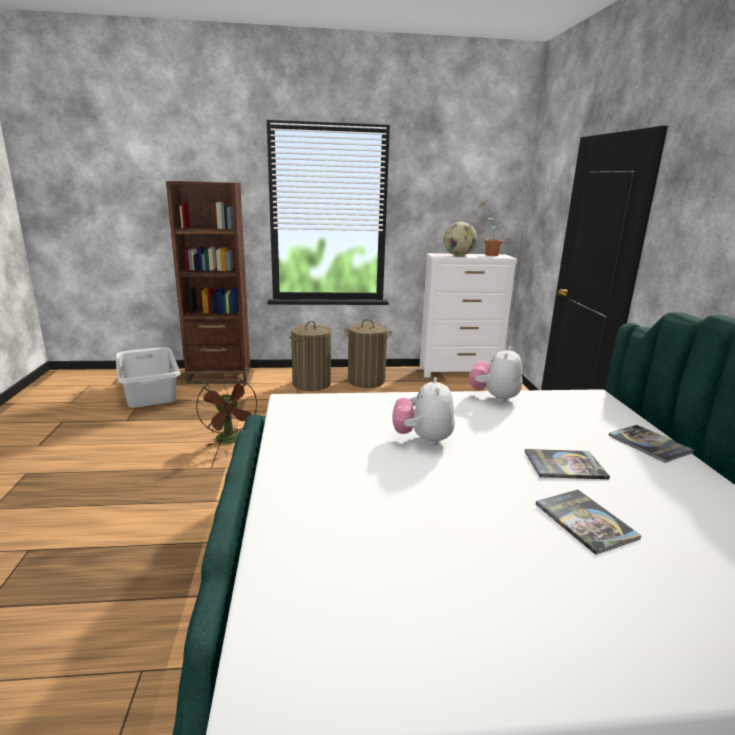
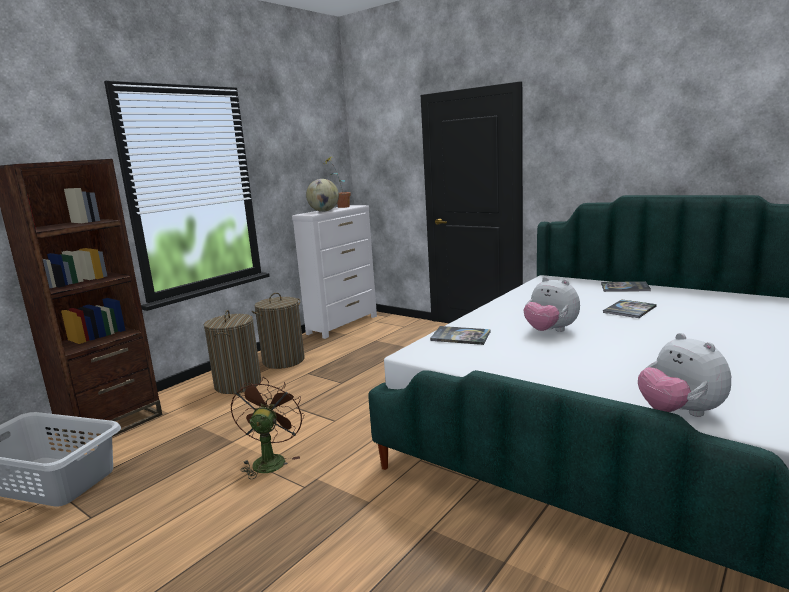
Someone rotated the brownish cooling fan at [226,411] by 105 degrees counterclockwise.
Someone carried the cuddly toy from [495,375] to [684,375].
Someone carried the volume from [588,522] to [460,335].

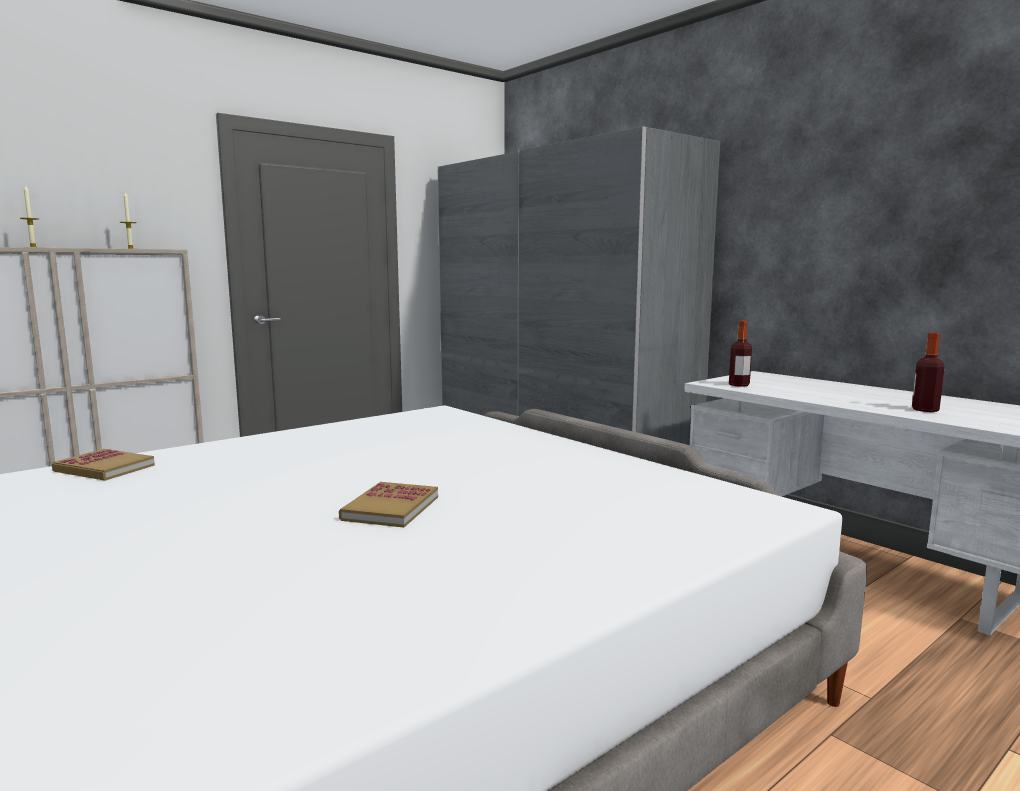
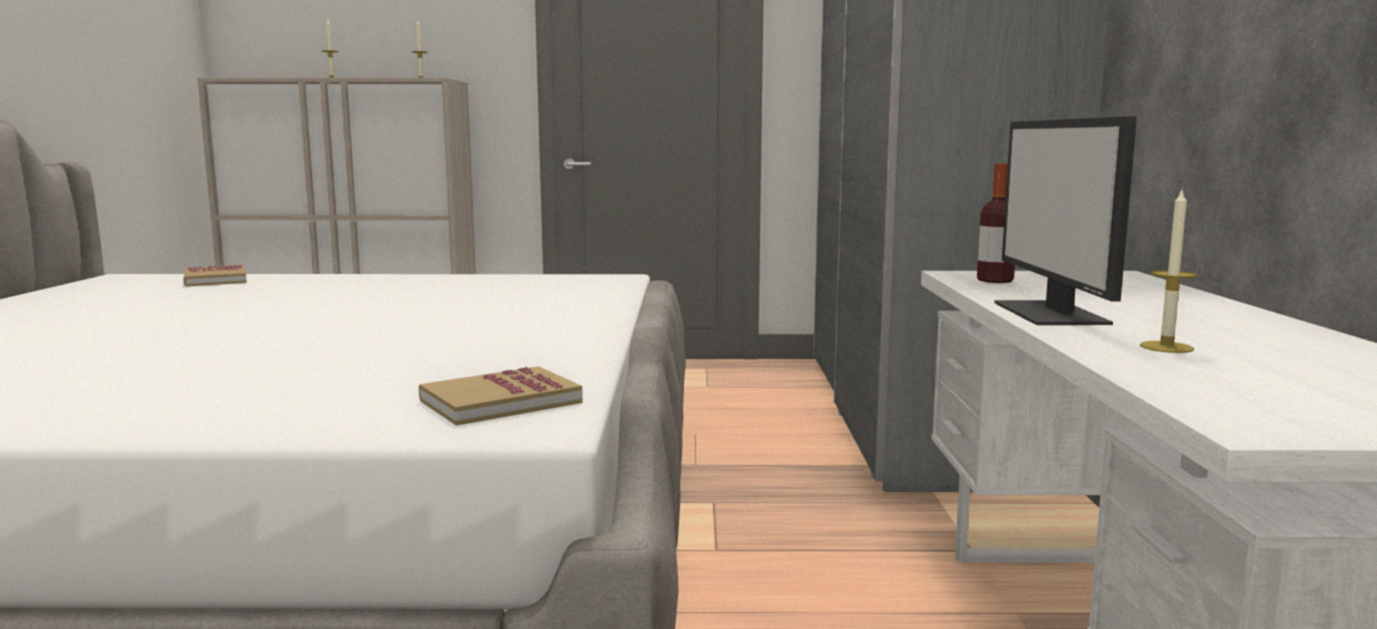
Someone carried the volume from [388,505] to [501,396].
Someone swapped the drink bottle at [928,372] for the wax candle at [1168,272].
Someone put down the computer display at [1066,220].

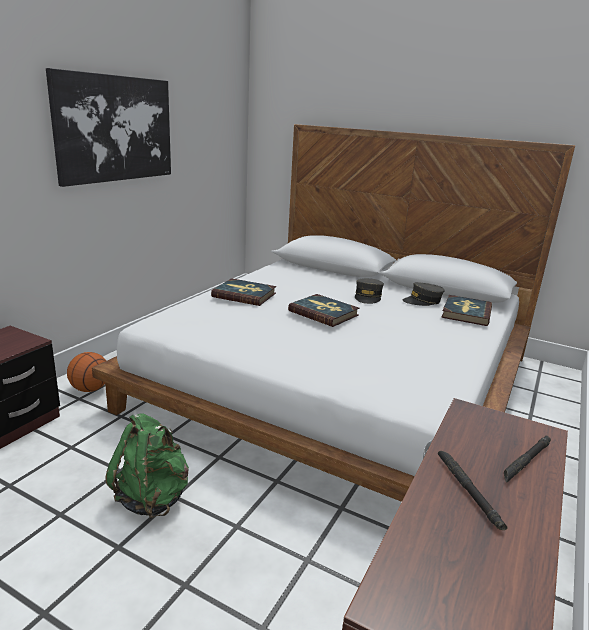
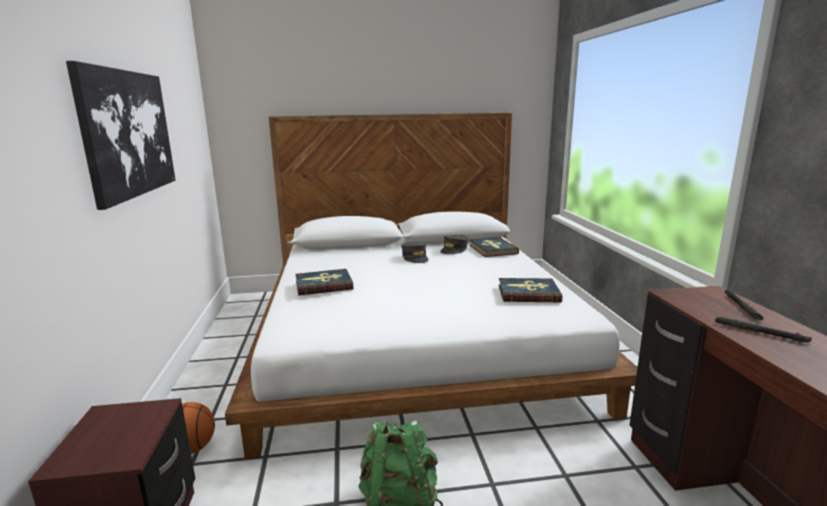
Someone carried the volume from [324,310] to [530,290].

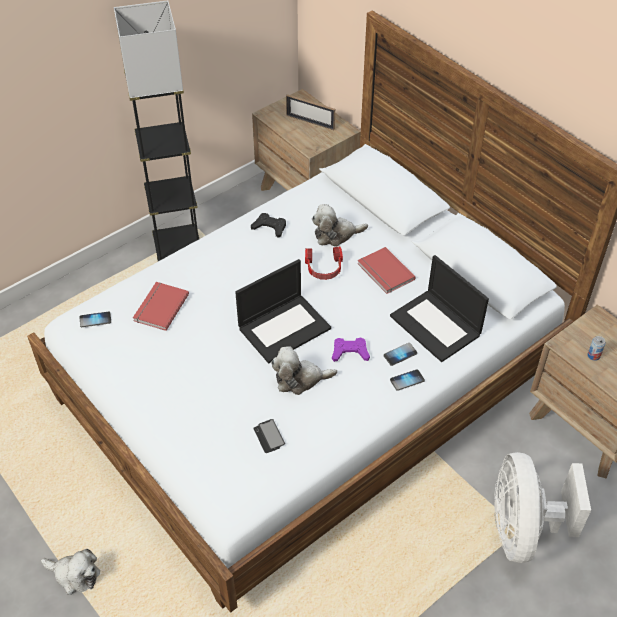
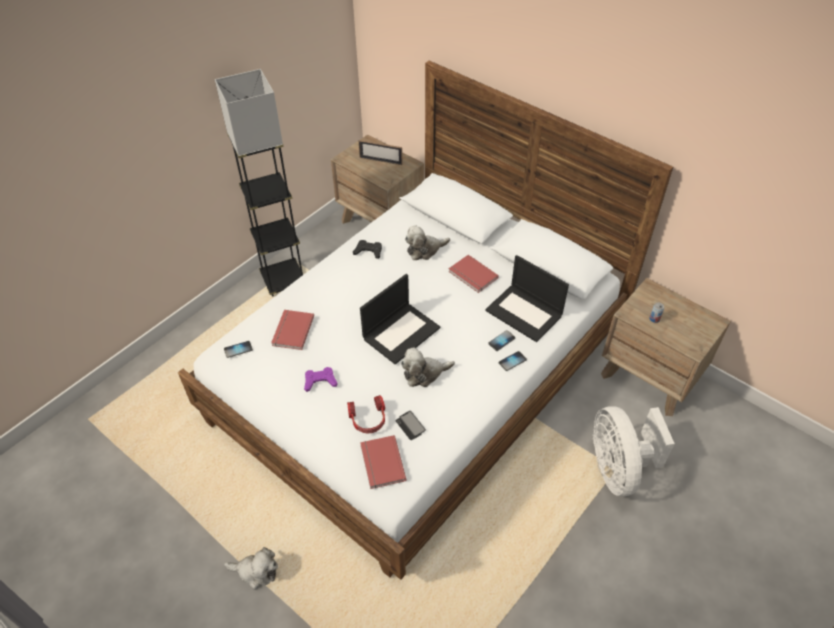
Someone carried the headset from [324,263] to [366,414].
Someone carried the purple-coloured joypad from [351,350] to [320,379].
Someone put down the reddish volume at [383,462].

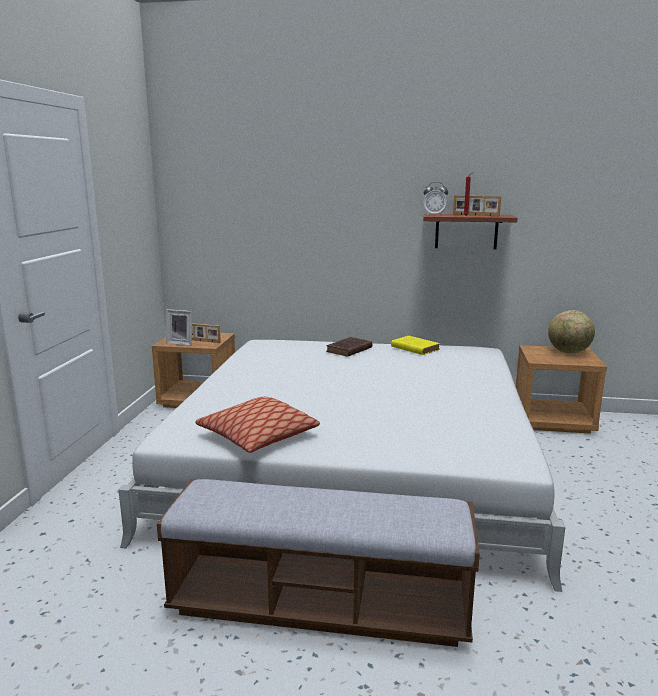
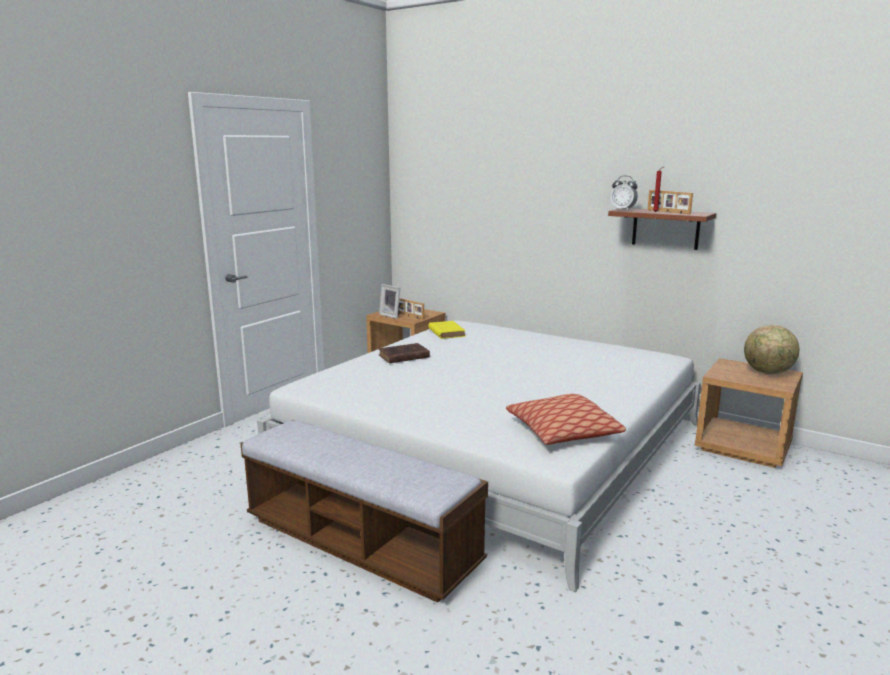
Someone carried the cushion from [257,425] to [566,419].
Someone carried the brownish volume from [349,347] to [404,353].
Someone carried the yellow-coloured volume from [415,345] to [447,330].

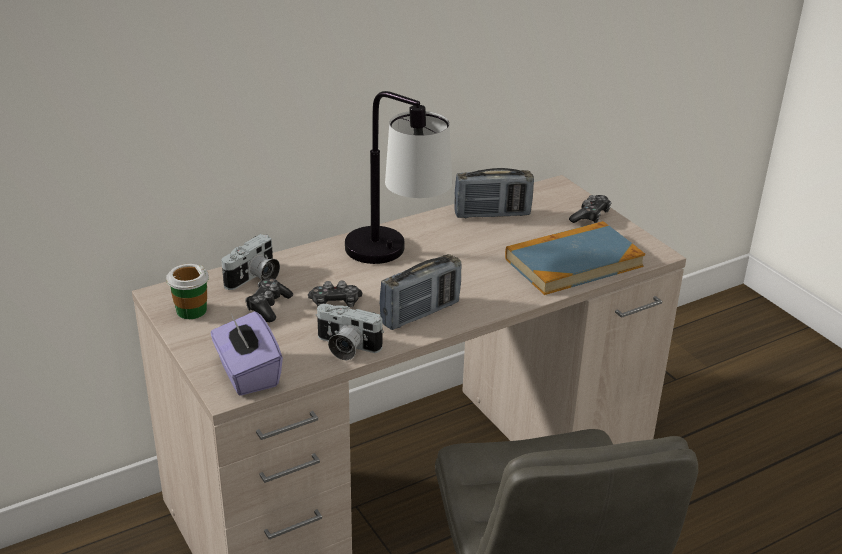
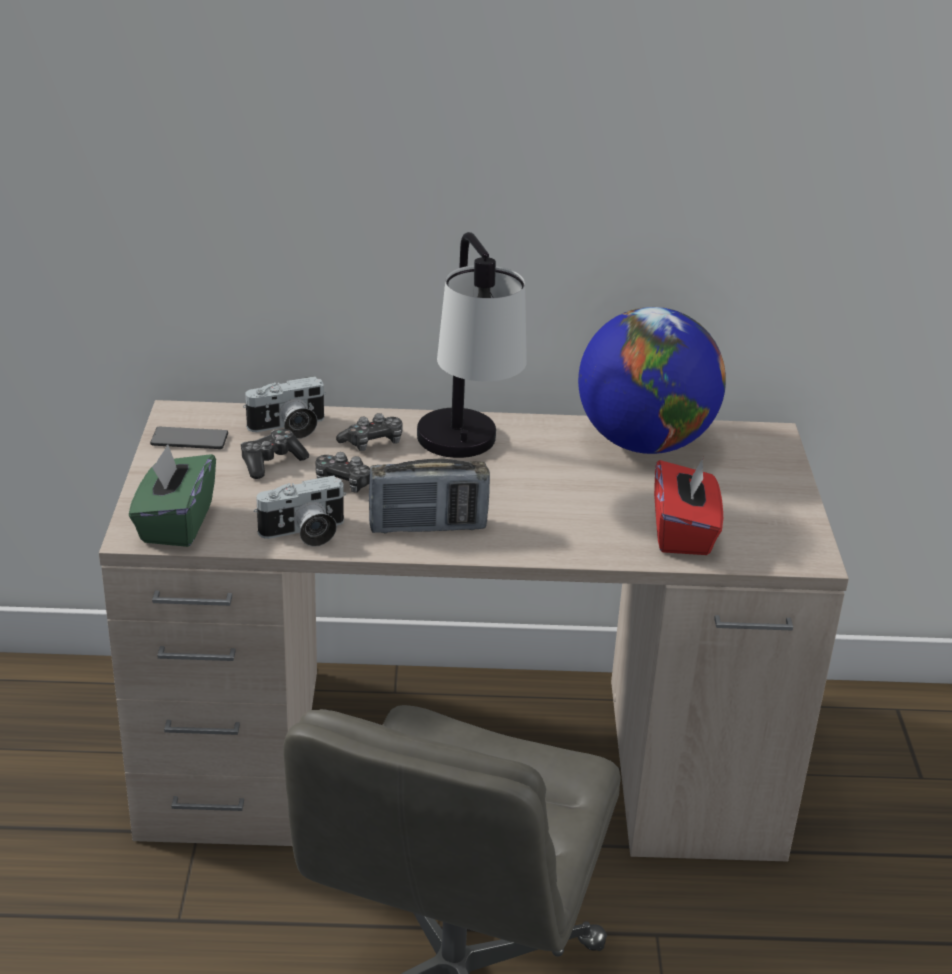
Someone swapped the small cup at [187,291] for the telephone at [189,438].
Someone repainted the purple-coloured tissue box at [247,353], which became the greenish tissue box at [172,495].
Someone rotated the still camera at [350,332] by 75 degrees counterclockwise.
Someone swapped the radio at [494,193] for the globe at [652,380].
Someone swapped the volume at [575,258] for the reddish tissue box at [688,506].
Someone carried the joypad from [590,209] to [369,432].

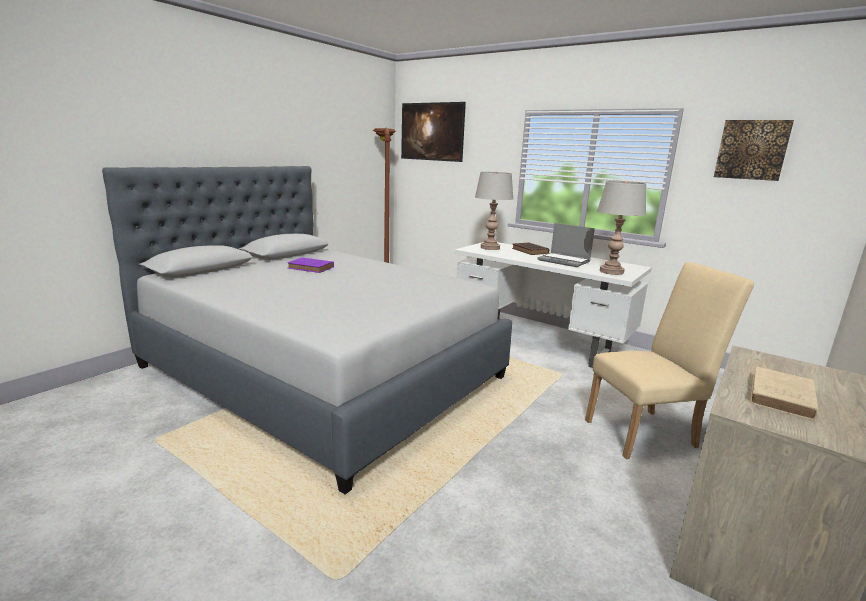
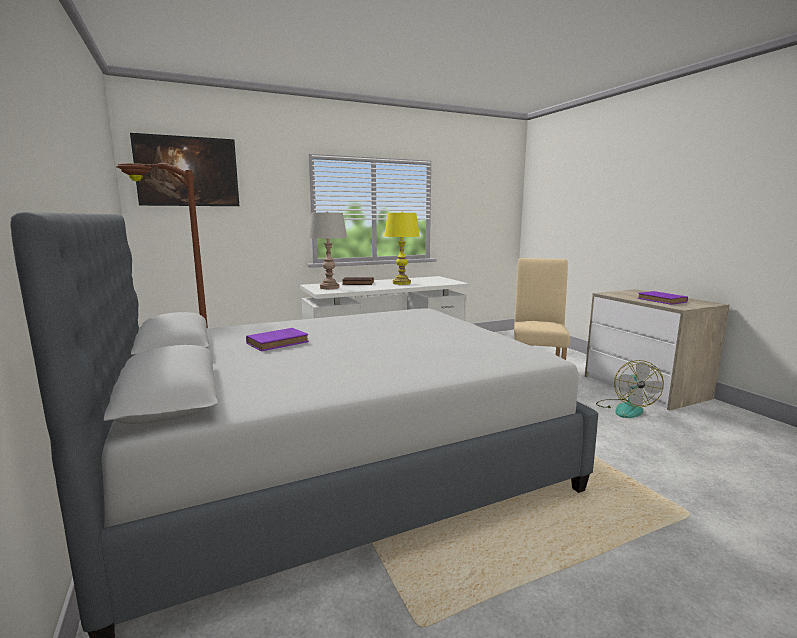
Someone swapped the laptop at [566,245] for the yellow-coloured lamp for a table at [402,248].
Someone took away the gray lamp for a table at [621,228].
Someone took away the picture at [754,150].
Someone repainted the sand-coloured volume at [784,394], which became the purple-coloured volume at [662,298].
Someone put down the cooling fan at [630,389].

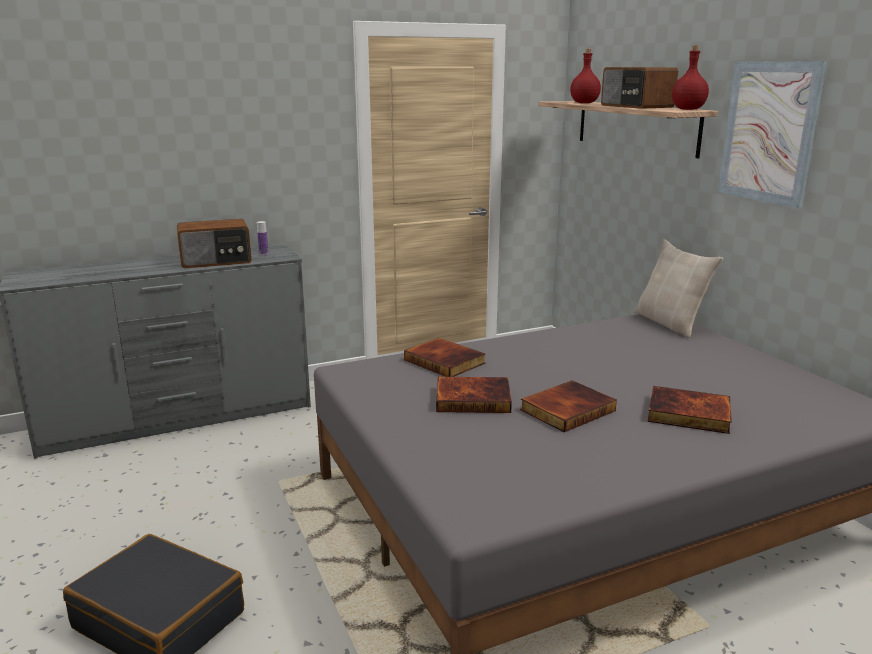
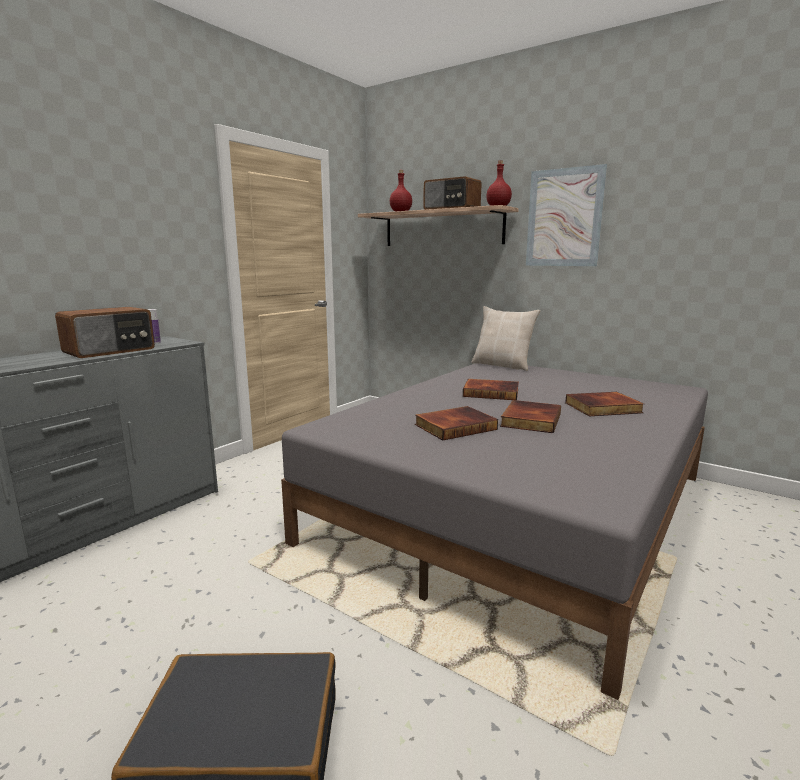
Someone carried the volume from [444,357] to [491,389].

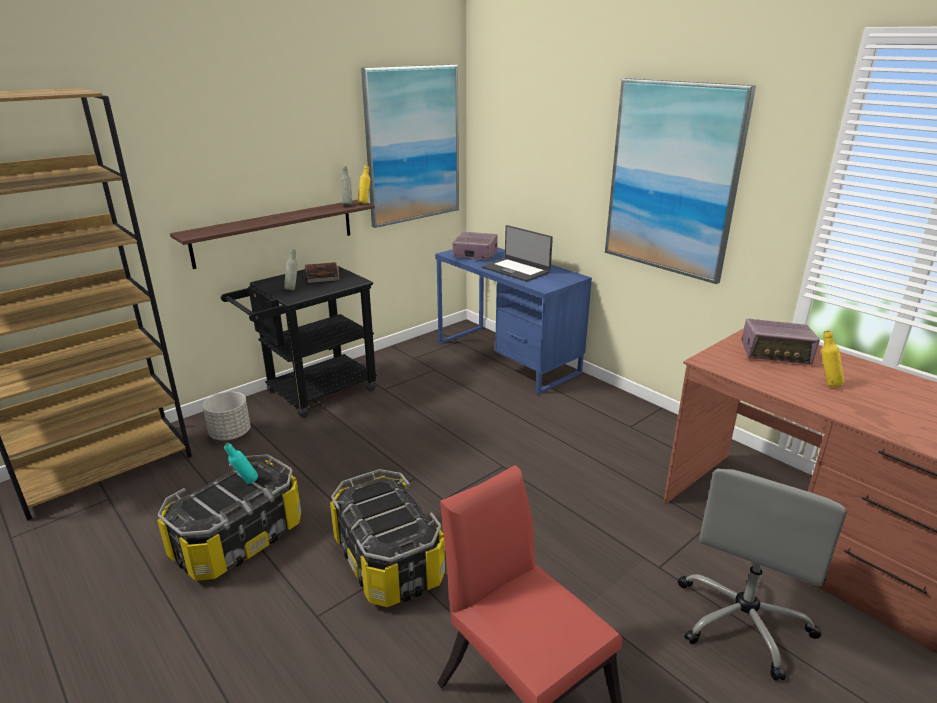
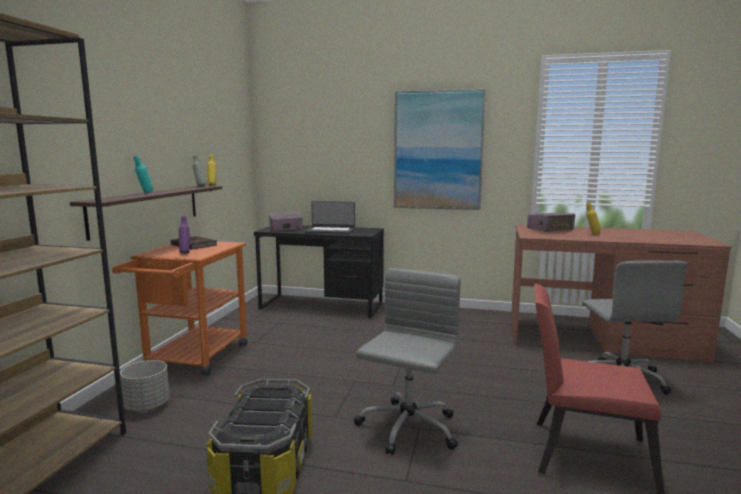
Someone repainted the blackish cart at [299,342], which became the orange cart at [179,308].
Someone carried the turquoise-coloured drink bottle from [241,463] to [144,174].
Someone repainted the gray drink bottle at [291,269], which became the purple-coloured drink bottle at [184,235].
Someone swapped the storage bin at [387,538] for the gray office chair at [407,361].
Someone took away the picture at [410,146].
Someone repainted the bluish desk unit at [513,321], which became the blackish desk unit at [319,271].

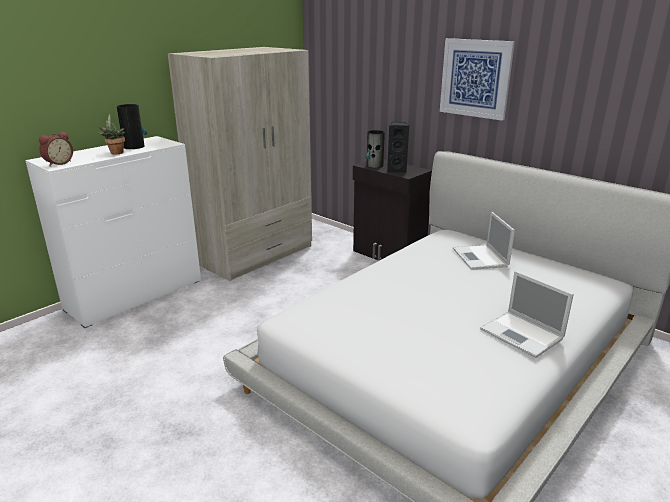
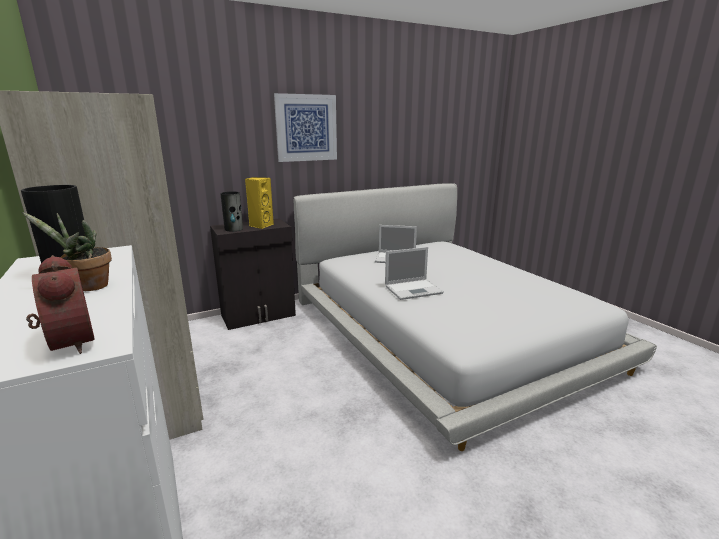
Someone repainted the blackish speaker at [398,147], which became the yellow-coloured speaker at [259,203].
Someone carried the laptop from [527,314] to [414,273].

